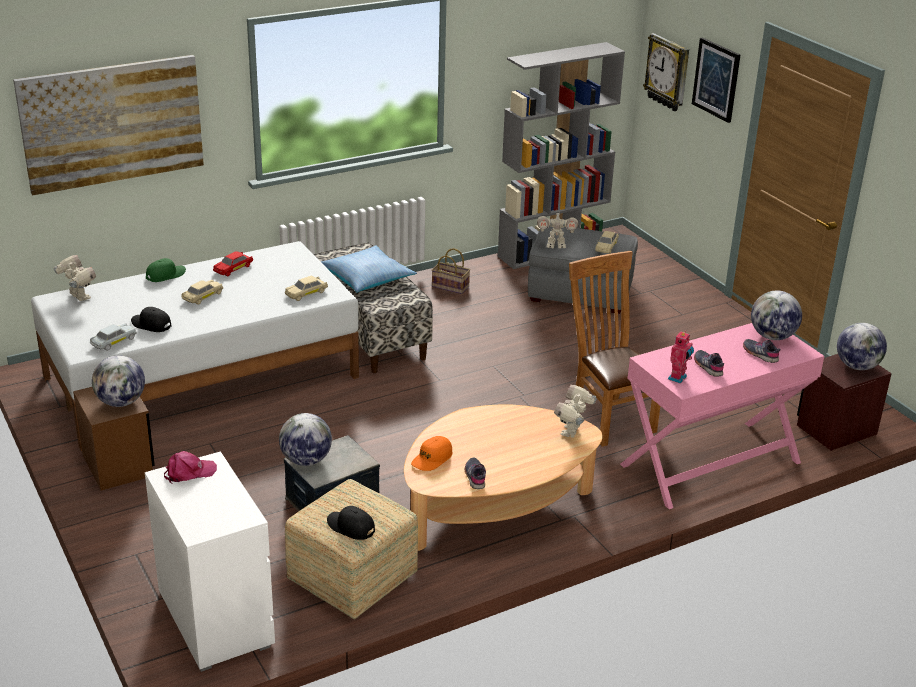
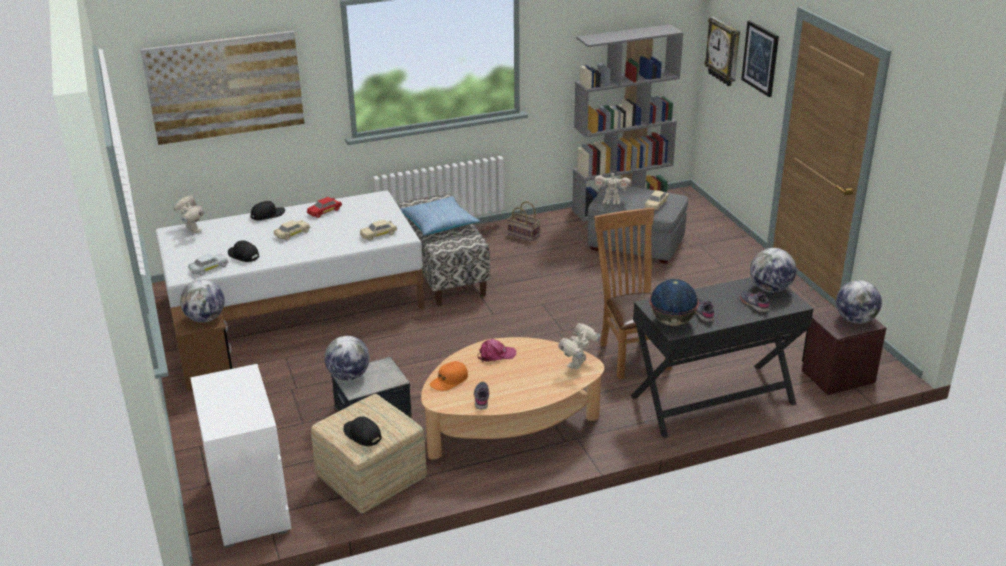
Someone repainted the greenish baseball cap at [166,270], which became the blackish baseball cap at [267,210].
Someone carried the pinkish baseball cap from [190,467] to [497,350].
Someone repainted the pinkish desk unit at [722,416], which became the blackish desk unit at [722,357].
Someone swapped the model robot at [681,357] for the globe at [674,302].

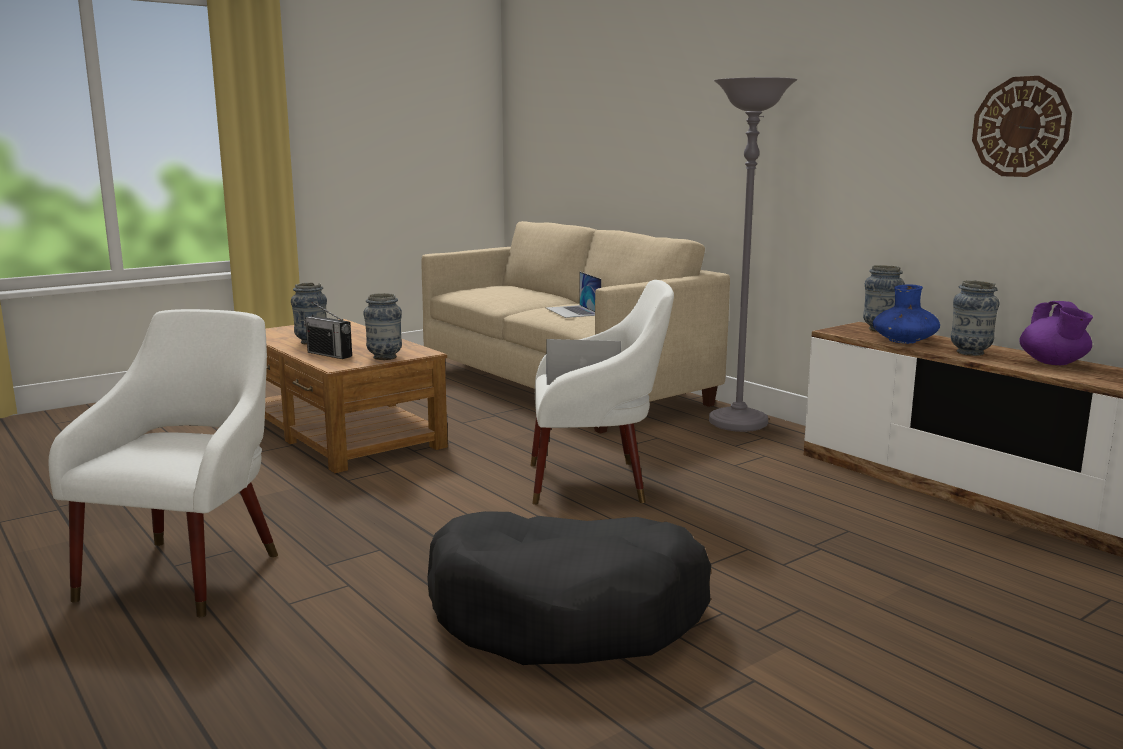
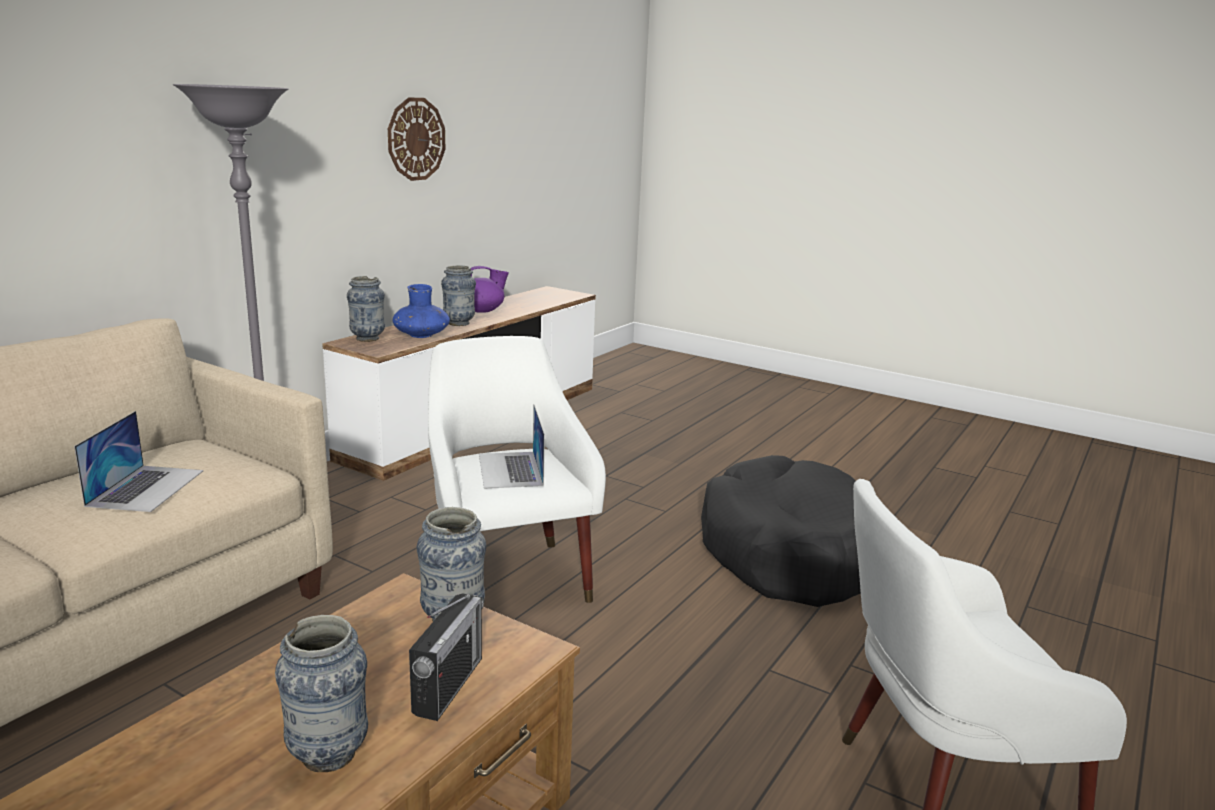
Someone rotated the laptop at [574,295] by 45 degrees counterclockwise.

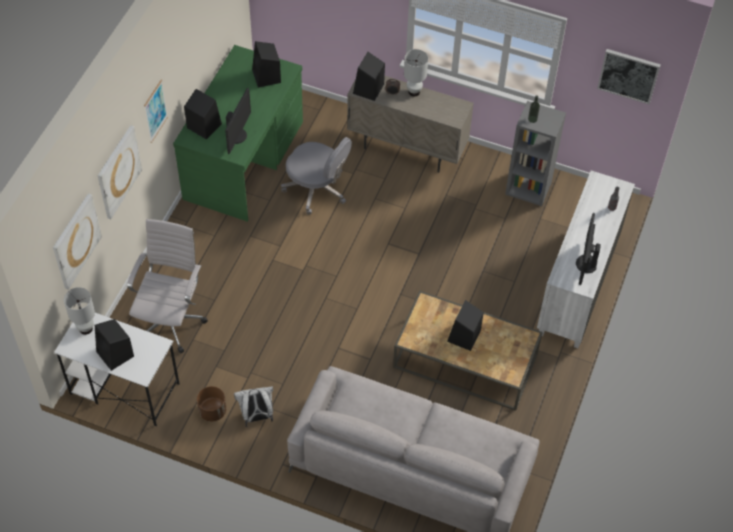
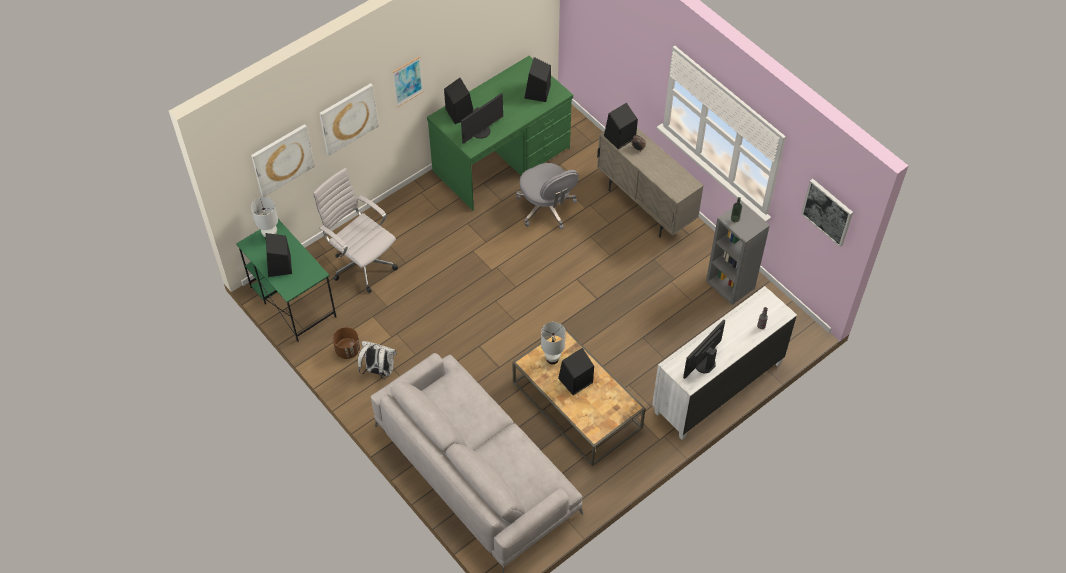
Someone repainted the white-coloured desk unit at [117,369], which became the greenish desk unit at [286,280].
Someone rotated the white-coloured office chair at [167,286] by 90 degrees counterclockwise.
Someone carried the white-coloured lamp for a table from [416,72] to [553,343].

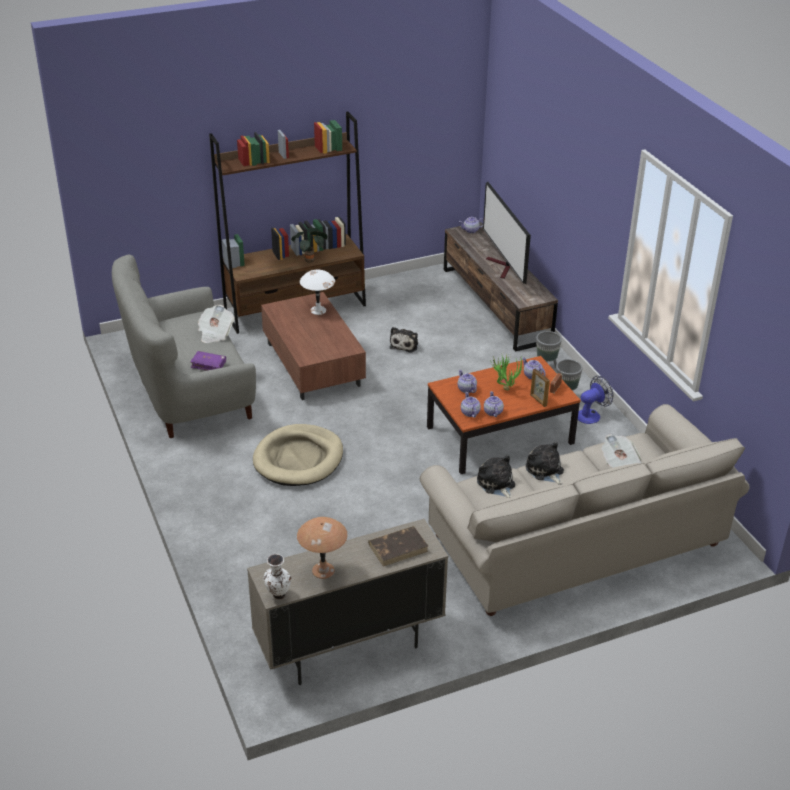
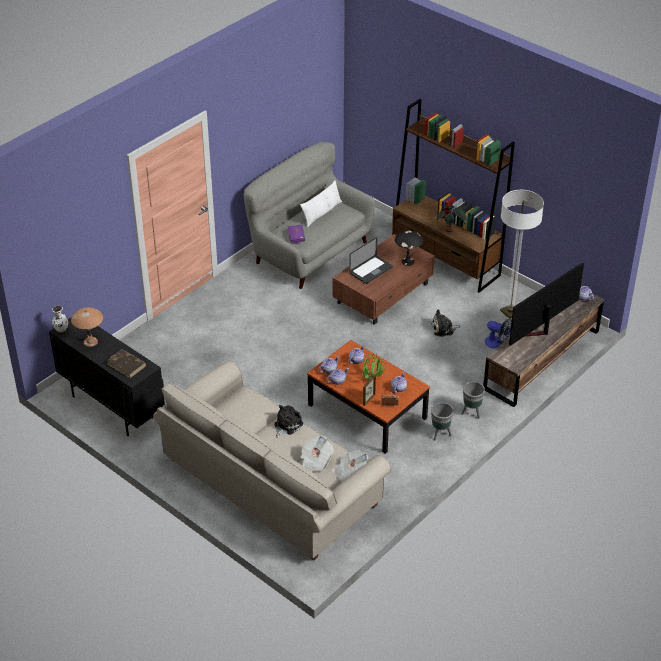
Someone carried the newspaper from [216,324] to [350,466].
Someone repainted the sand-coloured cupboard at [347,602], which became the blackish cupboard at [107,376].
Someone took away the sand-coloured dog bed at [298,455].
Someone repainted the white-coloured lamp for a table at [317,292], which became the blackish lamp for a table at [409,248].
Someone took away the cuddly toy at [496,476].
Someone carried the cooling fan from [595,400] to [498,334].
Someone put down the white-coloured cushion at [321,204].
Someone put down the laptop at [371,260].
Someone put down the standard lamp at [522,254].

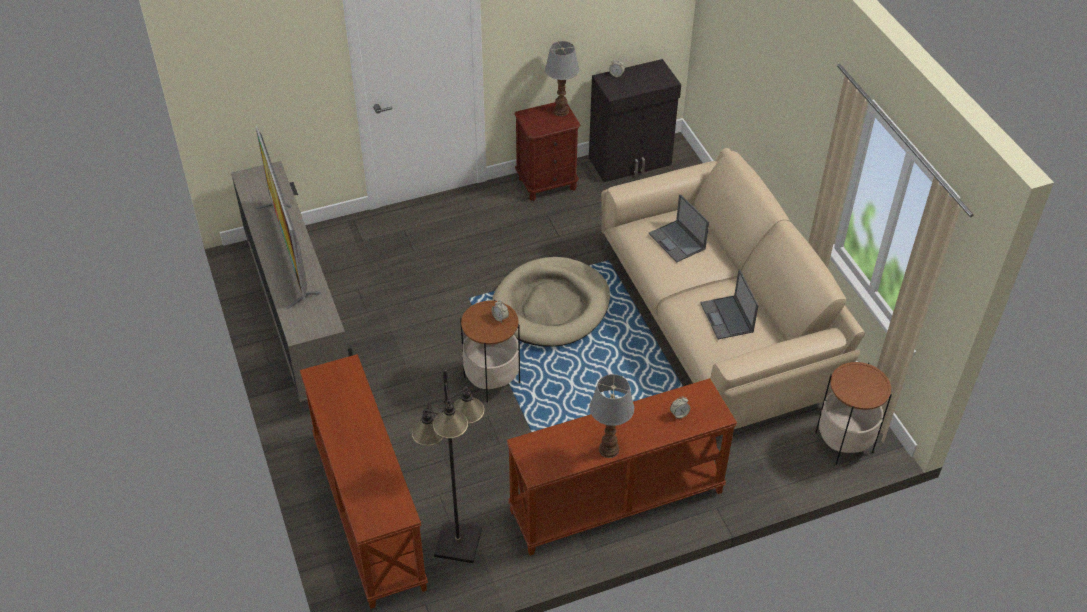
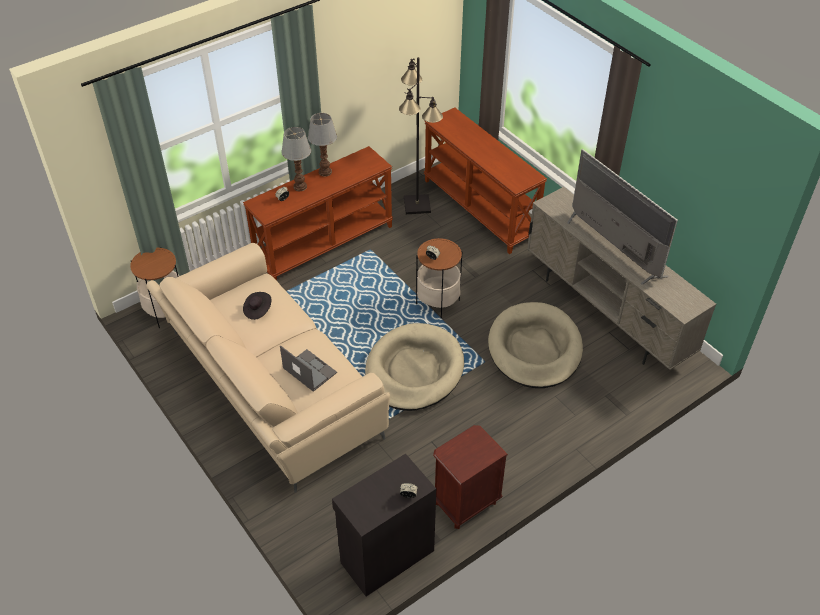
Someone carried the lamp for a table from [562,78] to [296,159].
Someone swapped the laptop at [729,304] for the blackish clothing hat at [257,306].
Someone put down the sand-coloured dog bed at [535,345].

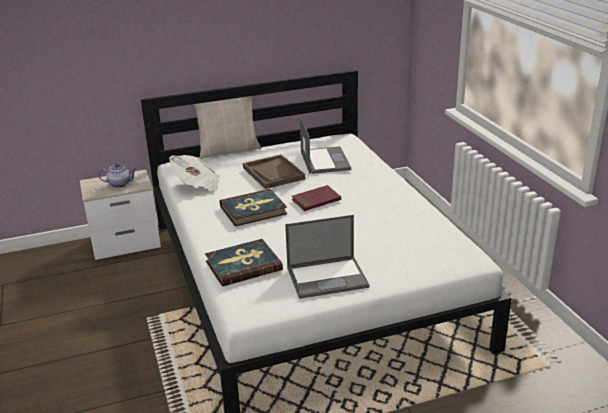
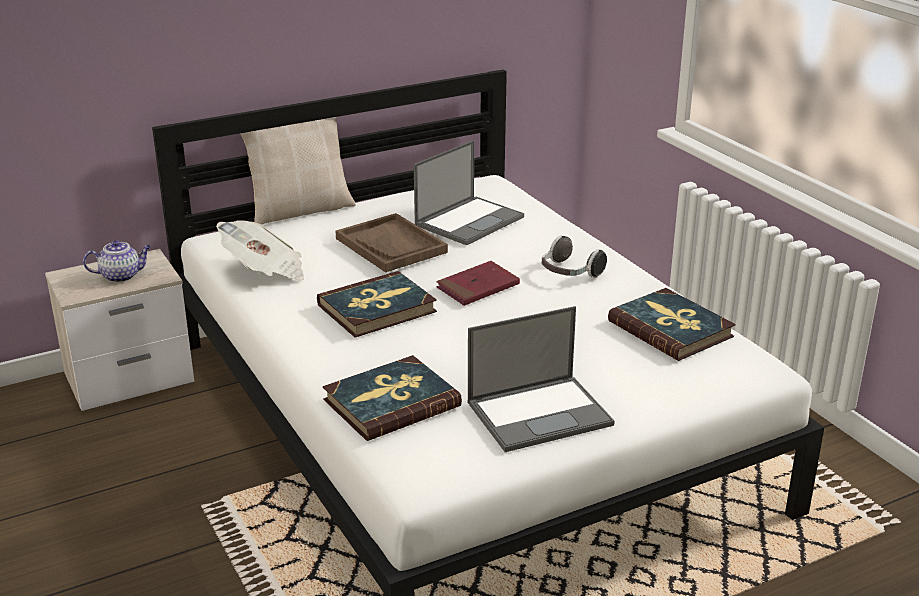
Someone rotated the laptop at [325,145] by 60 degrees clockwise.
Someone put down the headset at [574,256].
Someone put down the volume at [672,324].

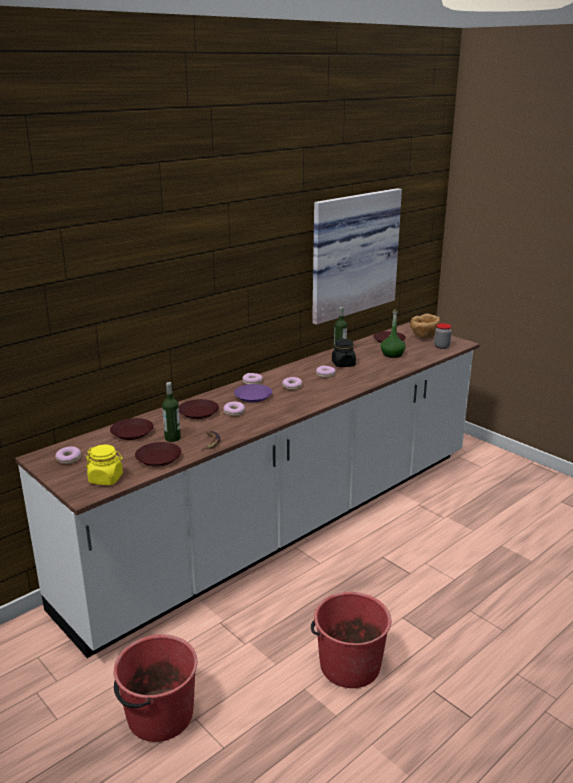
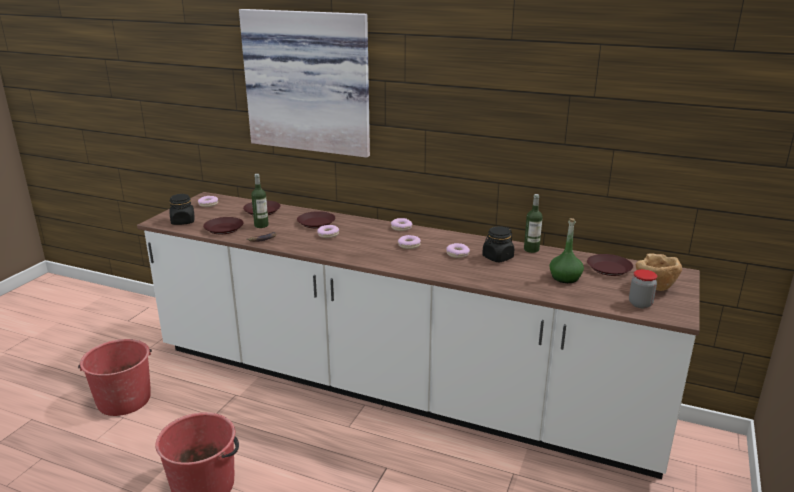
Someone repainted the yellow-coloured preserve jar at [104,465], which became the blackish preserve jar at [181,209].
Someone took away the purple-coloured plate at [253,393].
Someone carried the picture from [357,256] to [304,83].

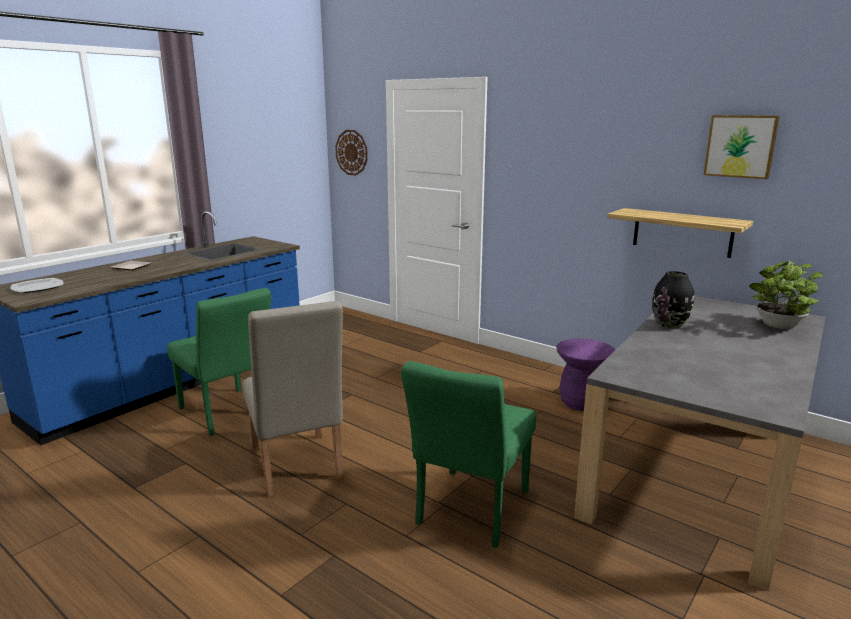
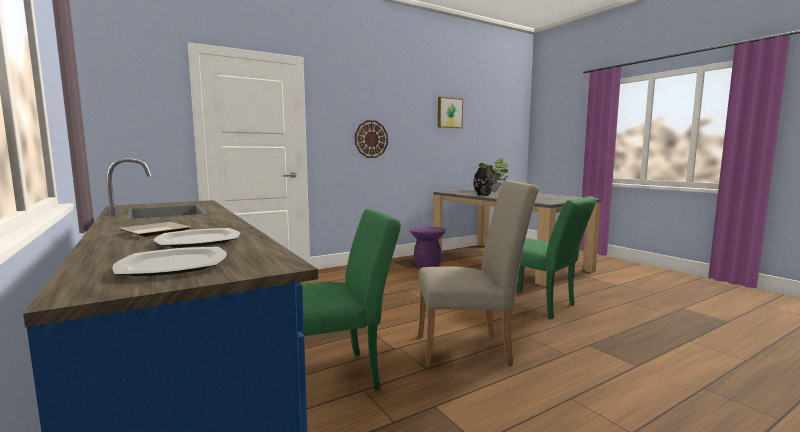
Someone carried the clock on the wall from [351,153] to [371,139].
Someone took away the wall shelf at [680,233].
Someone put down the plate at [197,238].

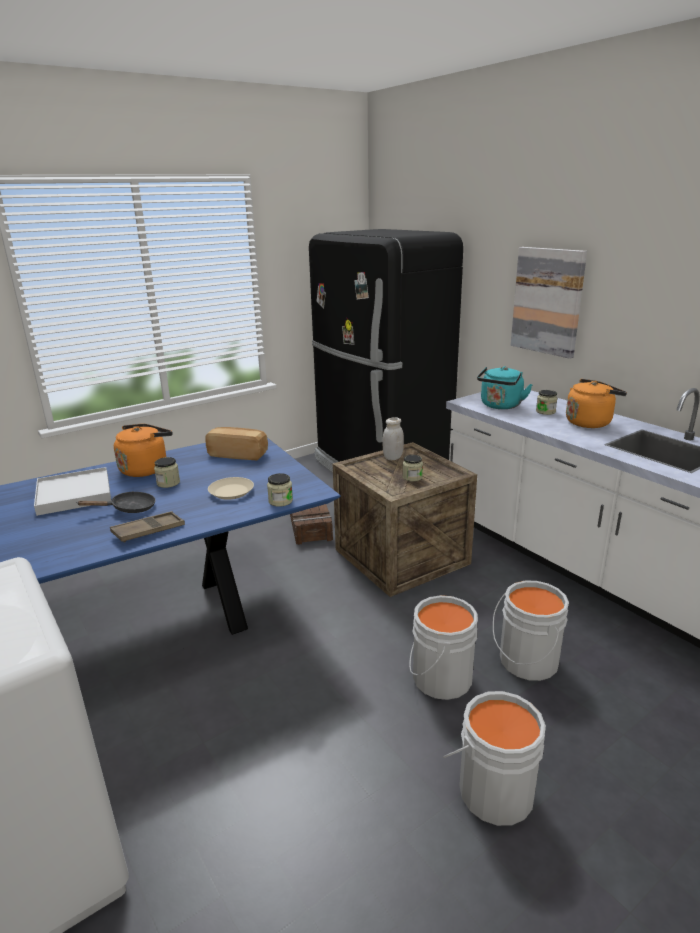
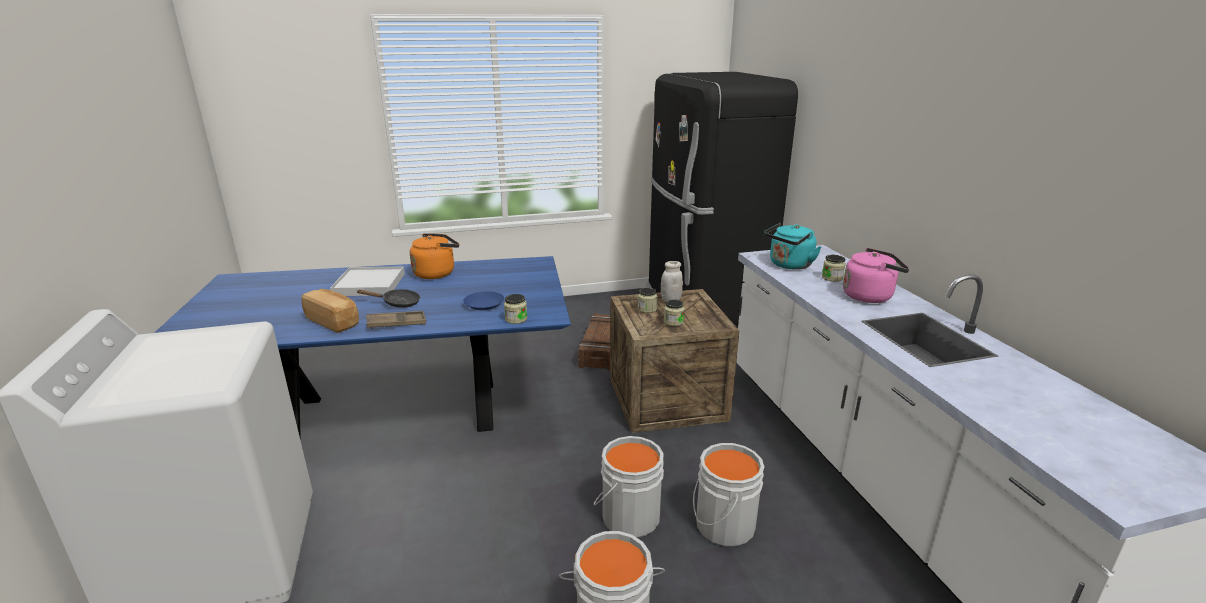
Someone carried the preserve jar from [167,472] to [647,300].
Someone carried the bread from [236,443] to [330,311].
Someone repainted the sand-coloured plate at [231,488], which became the bluish plate at [483,300].
Someone took away the picture at [549,303].
Someone repainted the orange kettle at [596,403], which became the pinkish kettle at [876,275].

